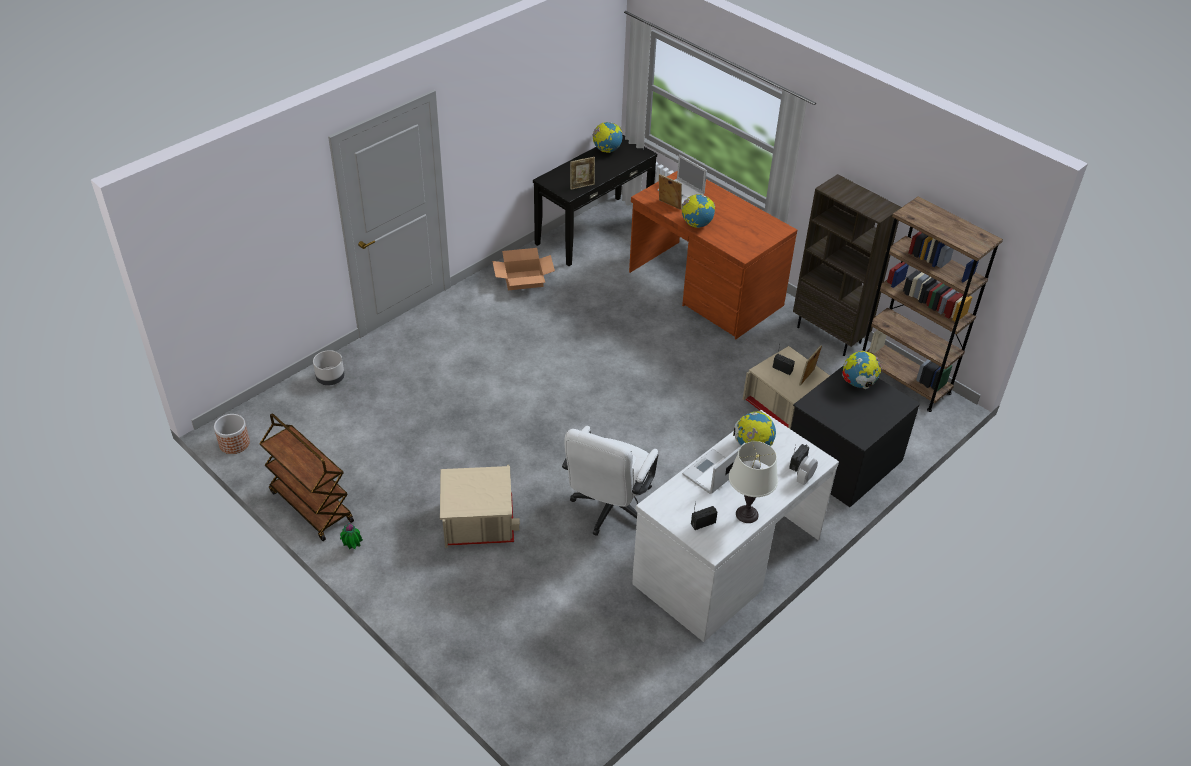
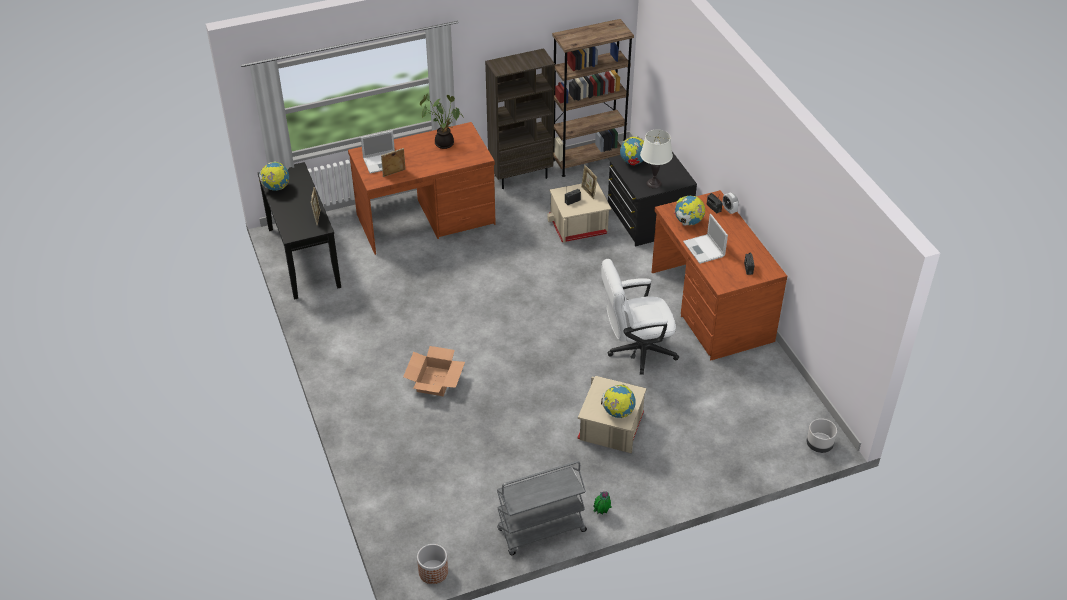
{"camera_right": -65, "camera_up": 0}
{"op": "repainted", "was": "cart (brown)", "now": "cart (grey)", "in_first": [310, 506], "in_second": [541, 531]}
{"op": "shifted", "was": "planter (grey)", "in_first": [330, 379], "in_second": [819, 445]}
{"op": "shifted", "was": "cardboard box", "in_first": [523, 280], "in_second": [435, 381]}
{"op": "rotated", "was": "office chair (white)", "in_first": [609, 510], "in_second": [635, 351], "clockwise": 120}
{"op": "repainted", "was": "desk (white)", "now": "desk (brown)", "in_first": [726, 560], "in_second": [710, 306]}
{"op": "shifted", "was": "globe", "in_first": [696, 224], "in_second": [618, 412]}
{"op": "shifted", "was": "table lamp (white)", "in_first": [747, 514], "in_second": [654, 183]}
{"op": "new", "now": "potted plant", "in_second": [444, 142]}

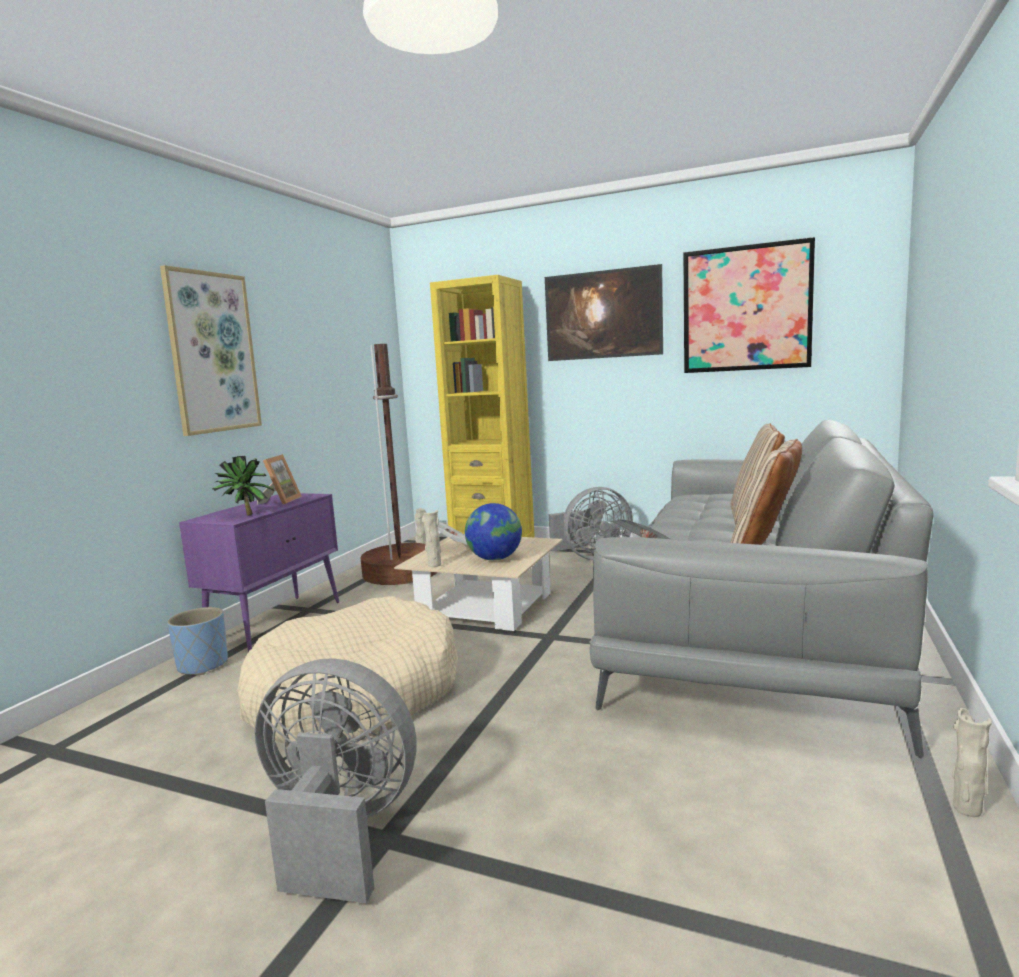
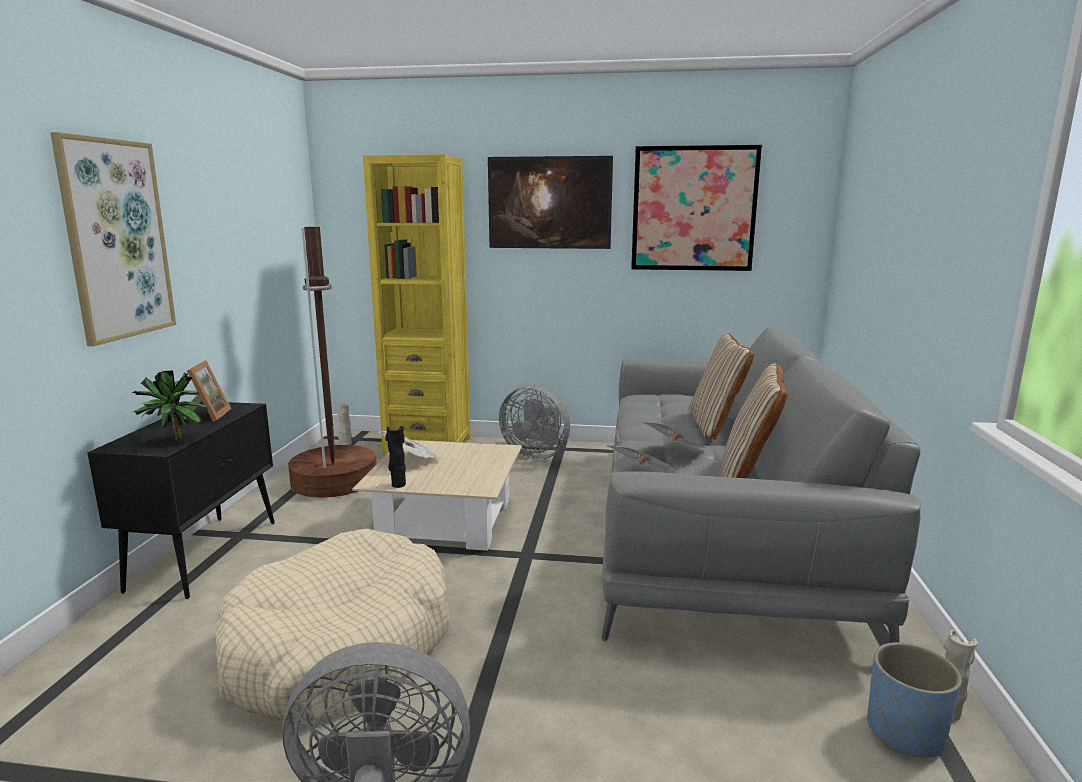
{"camera_right": -15, "camera_up": 5}
{"op": "shifted", "was": "planter (blue)", "in_first": [203, 665], "in_second": [905, 733]}
{"op": "repainted", "was": "cabinet (purple)", "now": "cabinet (black)", "in_first": [277, 622], "in_second": [206, 554]}
{"op": "repainted", "was": "vase (beige)", "now": "vase (black)", "in_first": [434, 565], "in_second": [398, 485]}
{"op": "gone", "was": "globe", "in_first": [495, 559]}
{"op": "rotated", "was": "fan (grey)", "in_first": [592, 557], "in_second": [536, 454], "clockwise": 60}
{"op": "new", "now": "newspaper", "in_second": [676, 452]}

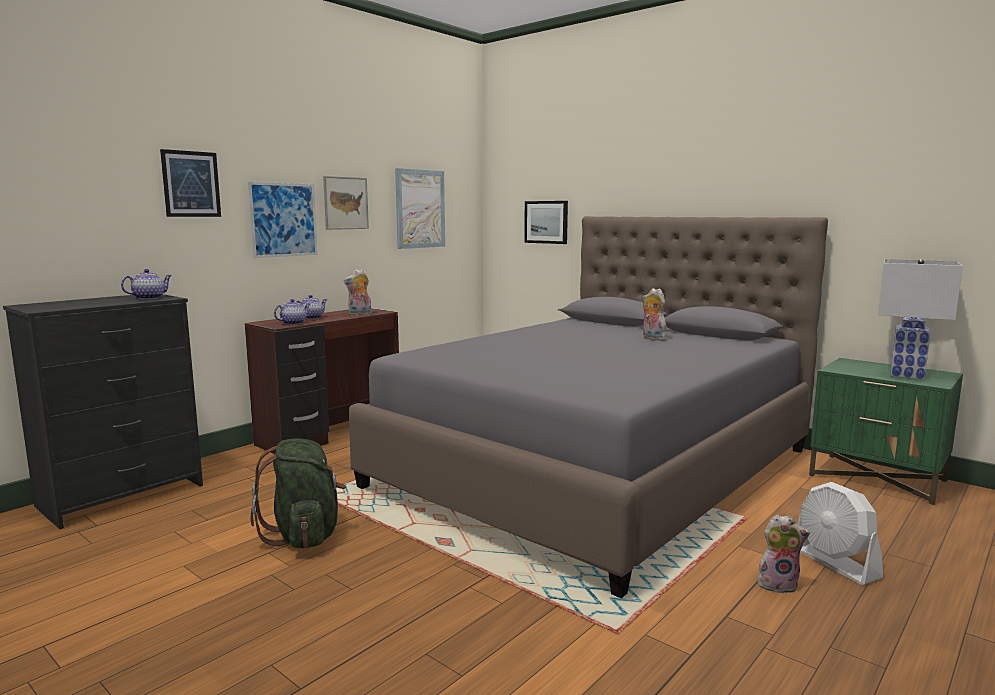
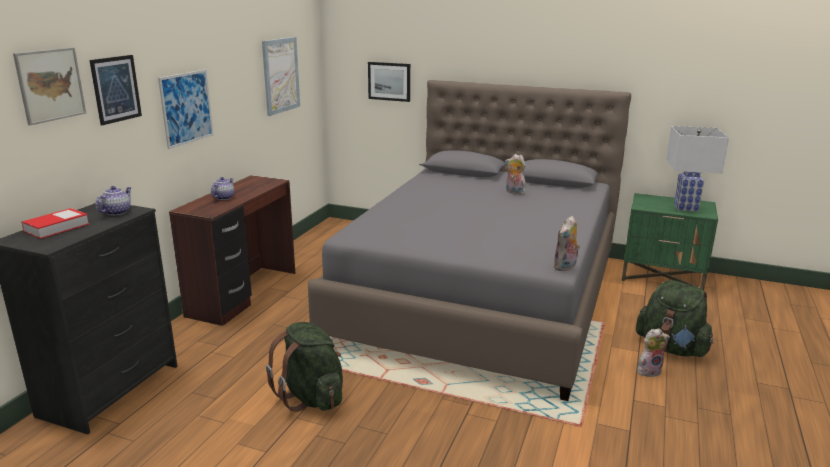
{"camera_right": -20, "camera_up": 10}
{"op": "gone", "was": "teapot", "in_first": [293, 323]}
{"op": "shifted", "was": "picture", "in_first": [345, 203], "in_second": [50, 85]}
{"op": "shifted", "was": "plush toy", "in_first": [360, 314], "in_second": [565, 267]}
{"op": "swapped", "was": "fan (white)", "now": "backpack (green)", "in_first": [835, 563], "in_second": [671, 348]}
{"op": "new", "now": "book", "in_second": [57, 228]}

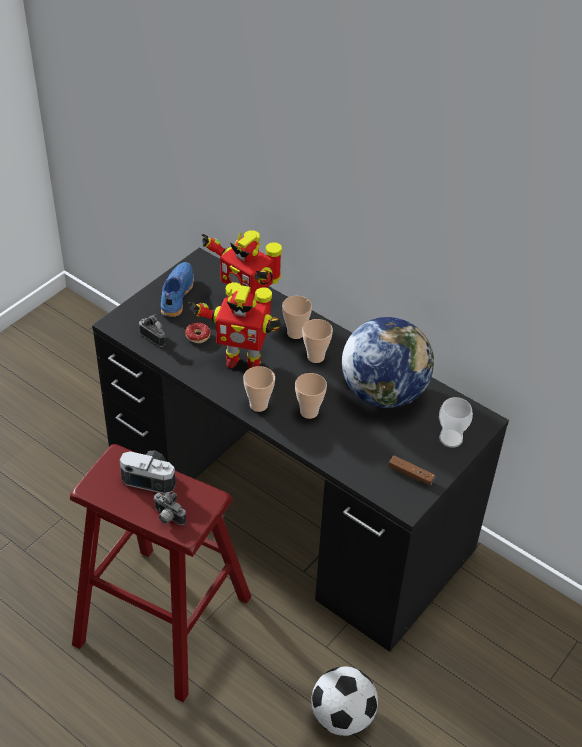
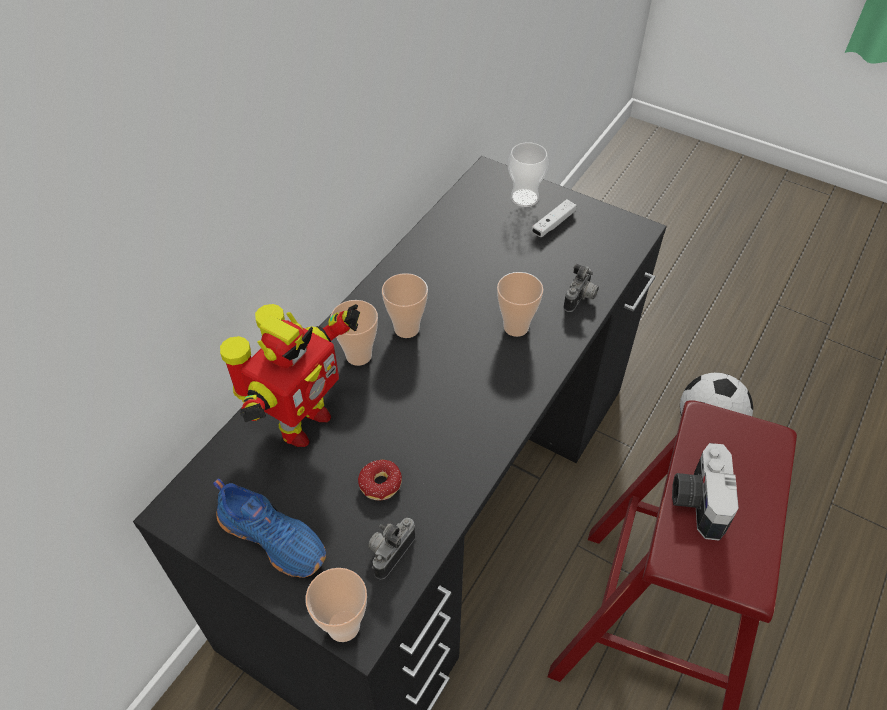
{"camera_right": -95, "camera_up": 5}
{"op": "shifted", "was": "photo camera", "in_first": [168, 517], "in_second": [580, 299]}
{"op": "rotated", "was": "shoe (blue)", "in_first": [175, 295], "in_second": [274, 537], "clockwise": -150}
{"op": "gone", "was": "toy robot", "in_first": [242, 360]}
{"op": "shifted", "was": "cup", "in_first": [258, 405], "in_second": [343, 626]}
{"op": "gone", "was": "globe", "in_first": [383, 392]}
{"op": "gone", "was": "game controller (brown)", "in_first": [411, 474]}
{"op": "new", "now": "game controller (white)", "in_second": [553, 224]}

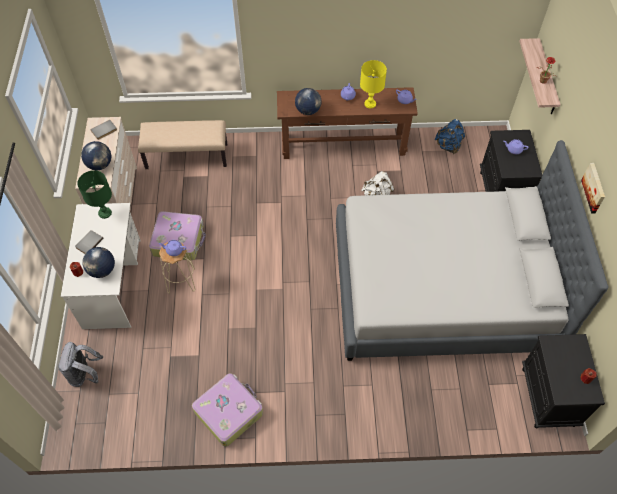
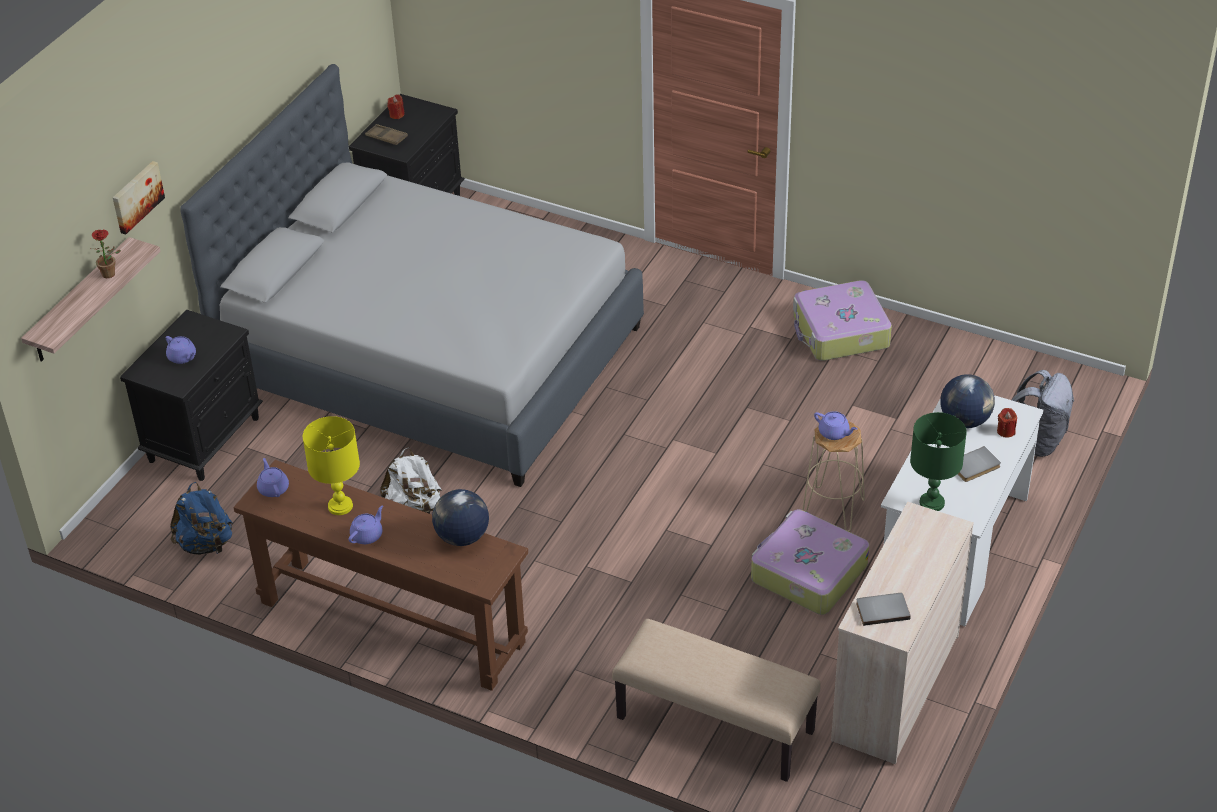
{"camera_right": -150, "camera_up": -15}
{"op": "gone", "was": "globe", "in_first": [100, 165]}
{"op": "shifted", "was": "picture", "in_first": [594, 188], "in_second": [136, 196]}
{"op": "new", "now": "tray (brown)", "in_second": [386, 137]}

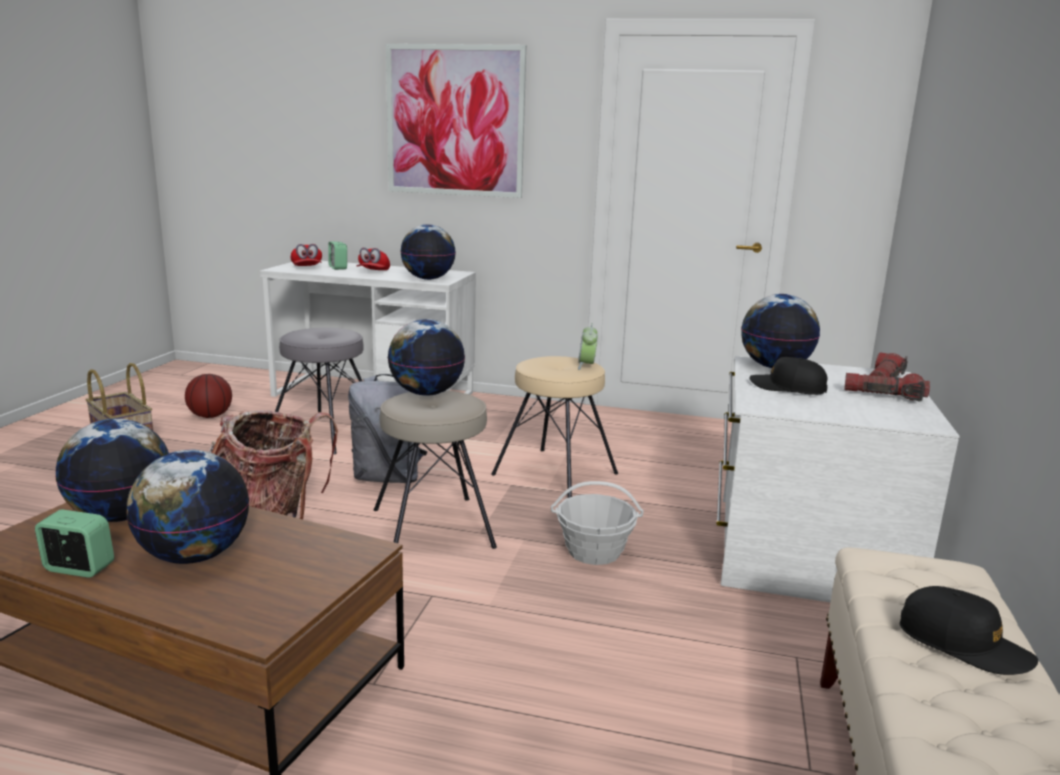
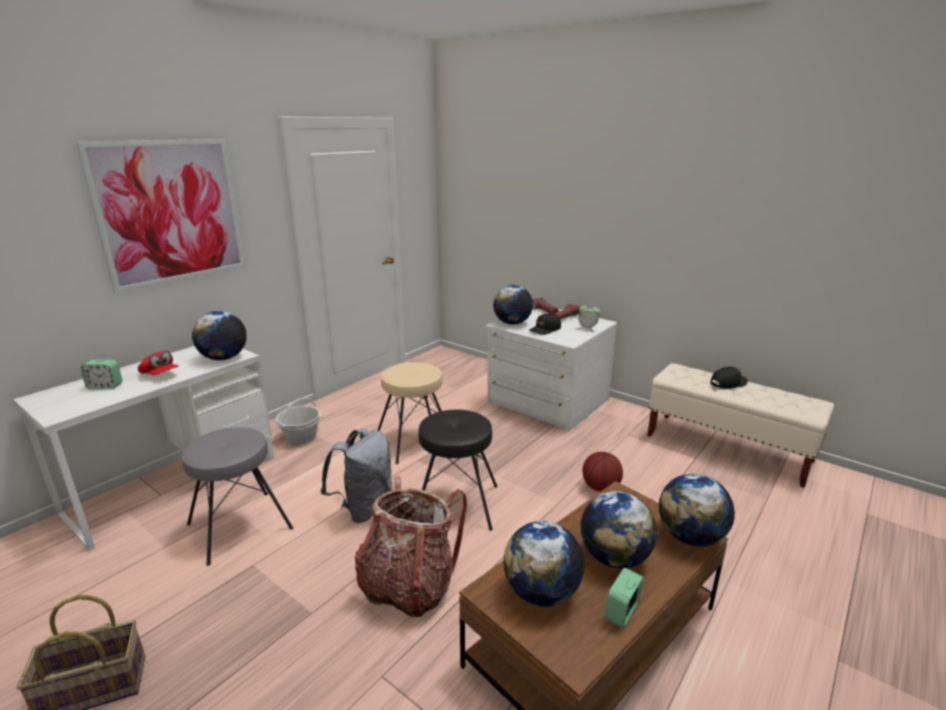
{"camera_right": -65, "camera_up": 5}
{"op": "shifted", "was": "basketball", "in_first": [210, 416], "in_second": [600, 488]}
{"op": "gone", "was": "cap (red)", "in_first": [307, 268]}
{"op": "repainted", "was": "stool (beige)", "now": "stool (black)", "in_first": [434, 527], "in_second": [456, 503]}
{"op": "shifted", "was": "globe", "in_first": [426, 393], "in_second": [690, 537]}
{"op": "shifted", "was": "basket", "in_first": [594, 551], "in_second": [301, 436]}
{"op": "shifted", "was": "alarm clock", "in_first": [587, 366], "in_second": [587, 329]}

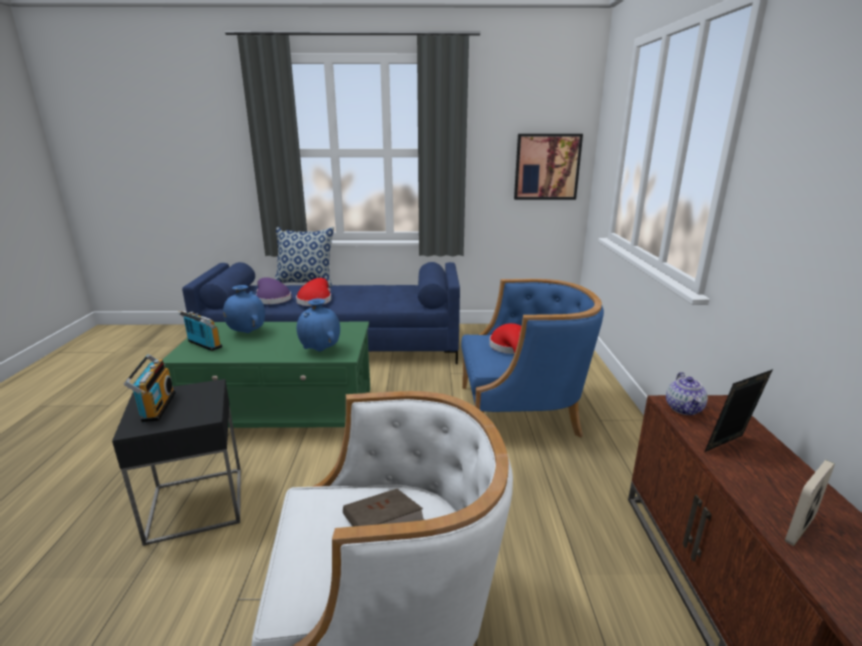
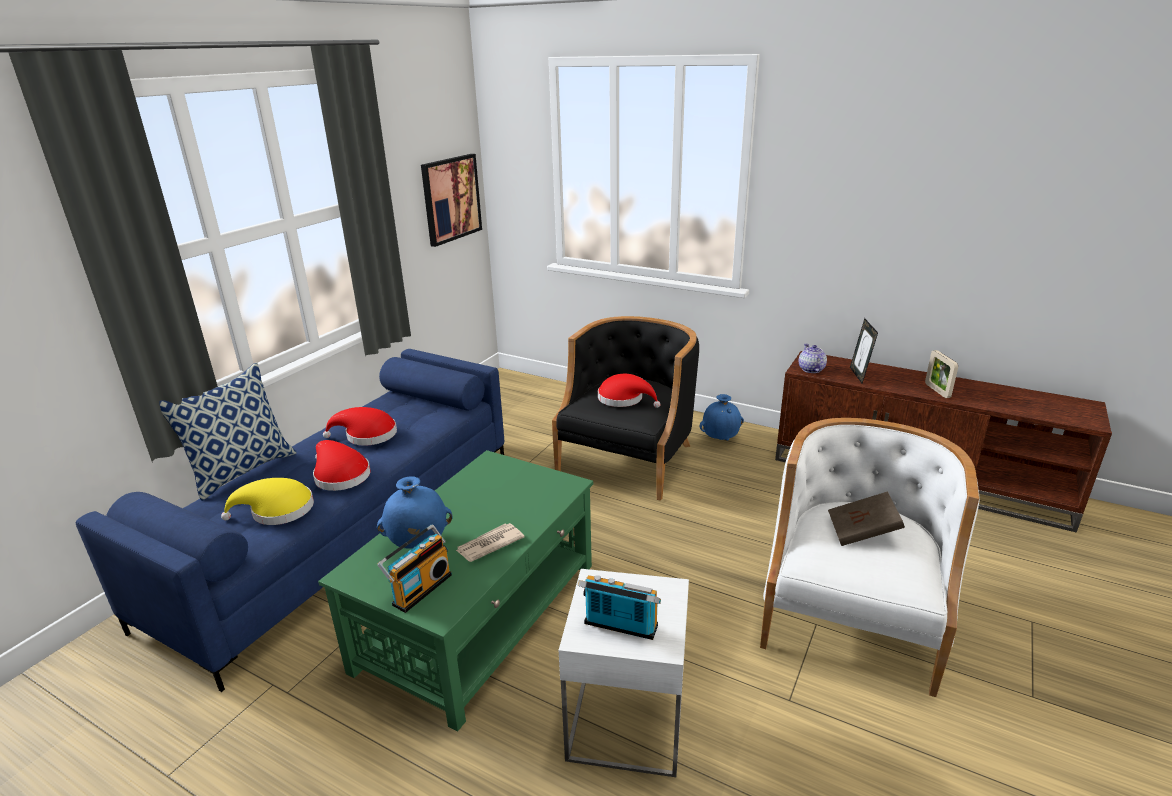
{"camera_right": -60, "camera_up": 5}
{"op": "repainted", "was": "side table (black)", "now": "side table (white)", "in_first": [196, 504], "in_second": [626, 721]}
{"op": "rotated", "was": "radio", "in_first": [203, 345], "in_second": [420, 588], "clockwise": 150}
{"op": "repainted", "was": "hat (purple)", "now": "hat (yellow)", "in_first": [272, 299], "in_second": [277, 511]}
{"op": "shifted", "was": "vase (blue)", "in_first": [320, 350], "in_second": [720, 439]}
{"op": "repainted", "was": "armchair (blue)", "now": "armchair (black)", "in_first": [521, 412], "in_second": [630, 458]}
{"op": "rotated", "was": "teapot", "in_first": [684, 409], "in_second": [810, 369], "clockwise": -135}
{"op": "new", "now": "hat (red)", "in_second": [367, 435]}
{"op": "new", "now": "newspaper", "in_second": [489, 544]}

